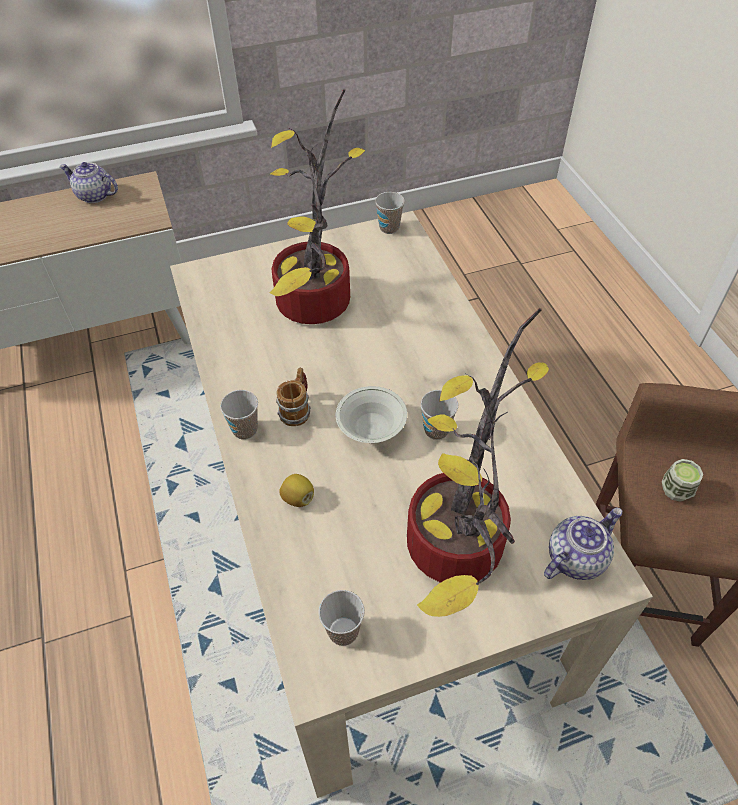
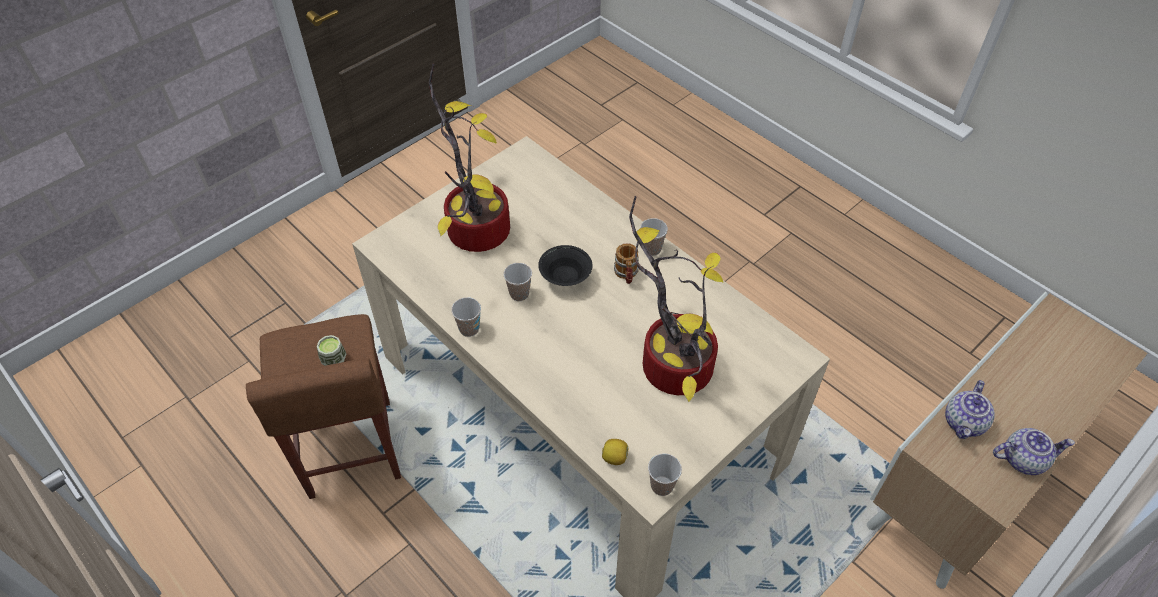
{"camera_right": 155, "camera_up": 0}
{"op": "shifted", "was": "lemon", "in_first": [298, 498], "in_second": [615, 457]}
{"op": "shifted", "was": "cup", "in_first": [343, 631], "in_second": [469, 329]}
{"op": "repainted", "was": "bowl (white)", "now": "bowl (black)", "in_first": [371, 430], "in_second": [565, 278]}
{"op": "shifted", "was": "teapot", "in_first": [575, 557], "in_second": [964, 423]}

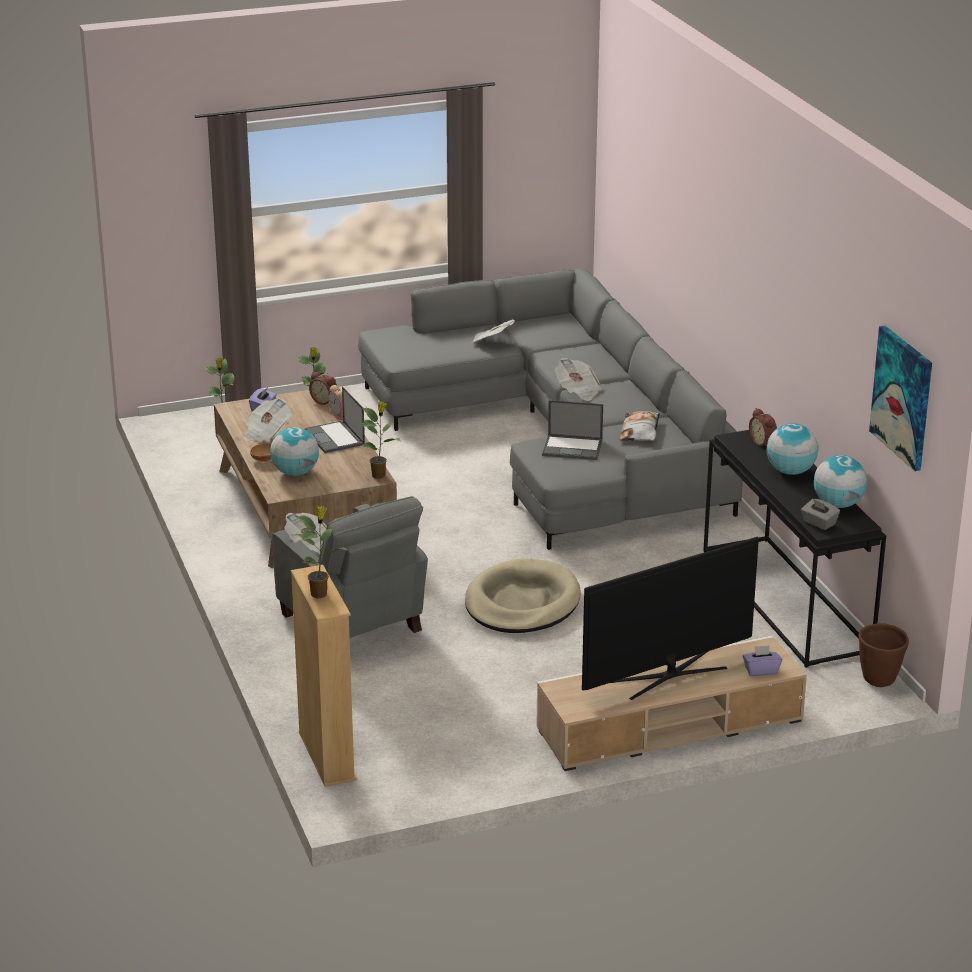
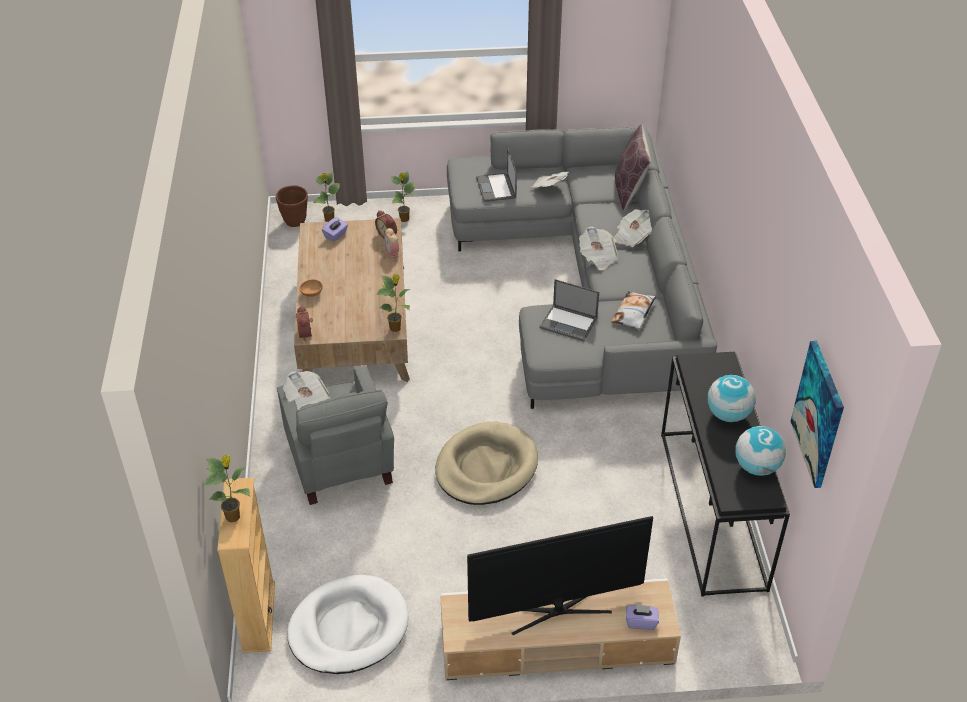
{"camera_right": 15, "camera_up": 15}
{"op": "shifted", "was": "newspaper", "in_first": [266, 433], "in_second": [632, 237]}
{"op": "gone", "was": "globe", "in_first": [295, 473]}
{"op": "shifted", "was": "laptop", "in_first": [335, 438], "in_second": [496, 188]}
{"op": "shifted", "was": "alarm clock", "in_first": [763, 443], "in_second": [306, 333]}
{"op": "gone", "was": "tissue box (grey)", "in_first": [818, 523]}
{"op": "shifted", "was": "planter (brown)", "in_first": [879, 680], "in_second": [295, 222]}
{"op": "new", "now": "dog bed (white)", "in_second": [348, 628]}
{"op": "new", "now": "pillow (brown)", "in_second": [629, 191]}

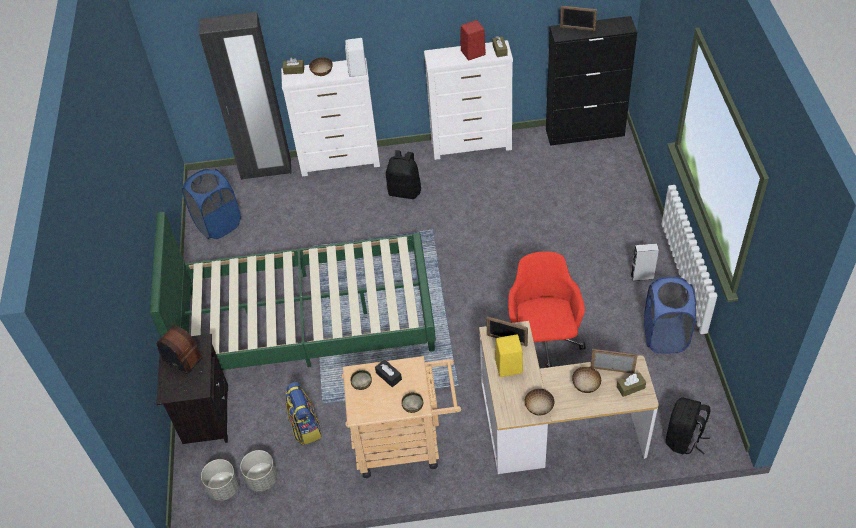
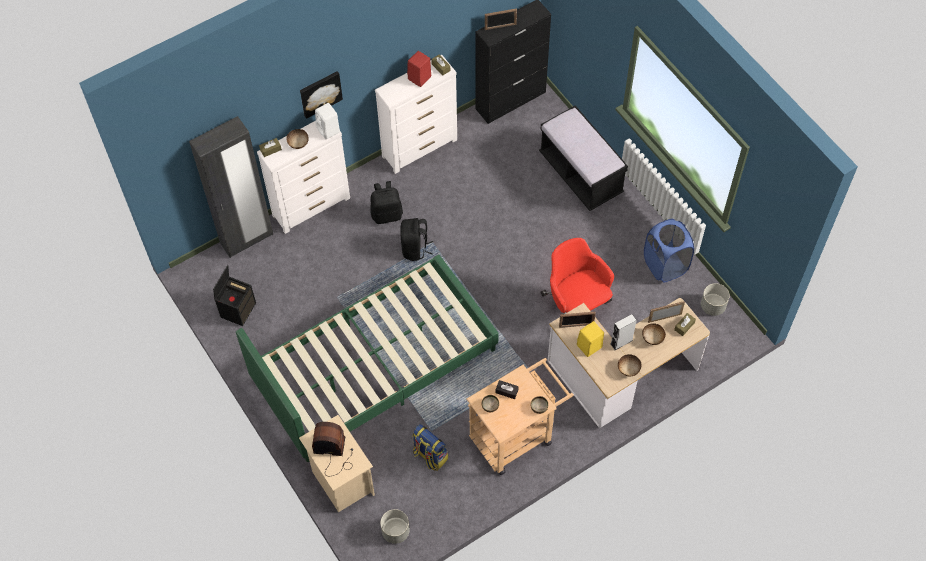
{"camera_right": -30, "camera_up": 10}
{"op": "repainted", "was": "nightstand (black)", "now": "nightstand (beige)", "in_first": [205, 415], "in_second": [341, 481]}
{"op": "swapped", "was": "laundry basket (blue)", "now": "storage box (black)", "in_first": [218, 224], "in_second": [238, 309]}
{"op": "shifted", "was": "planter (grey)", "in_first": [262, 479], "in_second": [713, 306]}
{"op": "shifted", "was": "speaker (grey)", "in_first": [642, 276], "in_second": [621, 342]}
{"op": "shifted", "was": "backpack (black)", "in_first": [684, 439], "in_second": [415, 249]}
{"op": "new", "now": "picture", "in_second": [320, 93]}
{"op": "new", "now": "bench (black)", "in_second": [580, 174]}

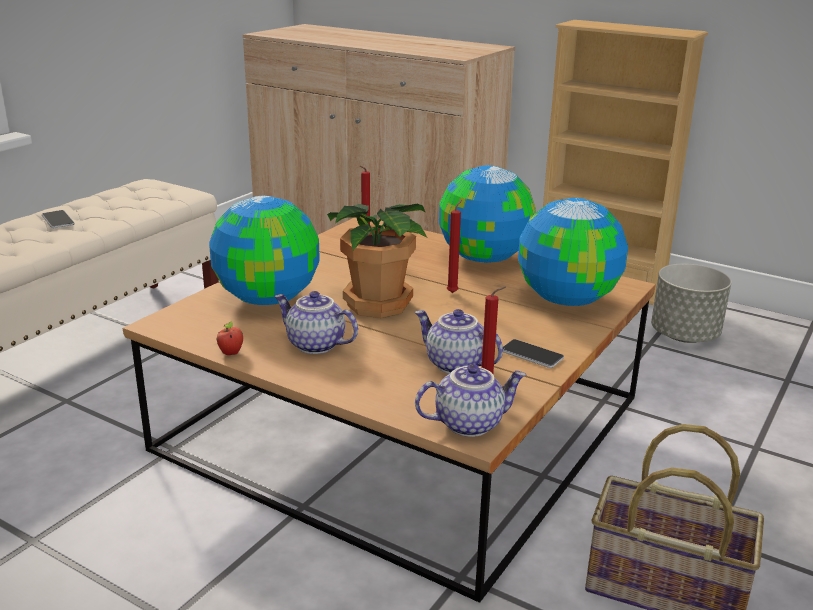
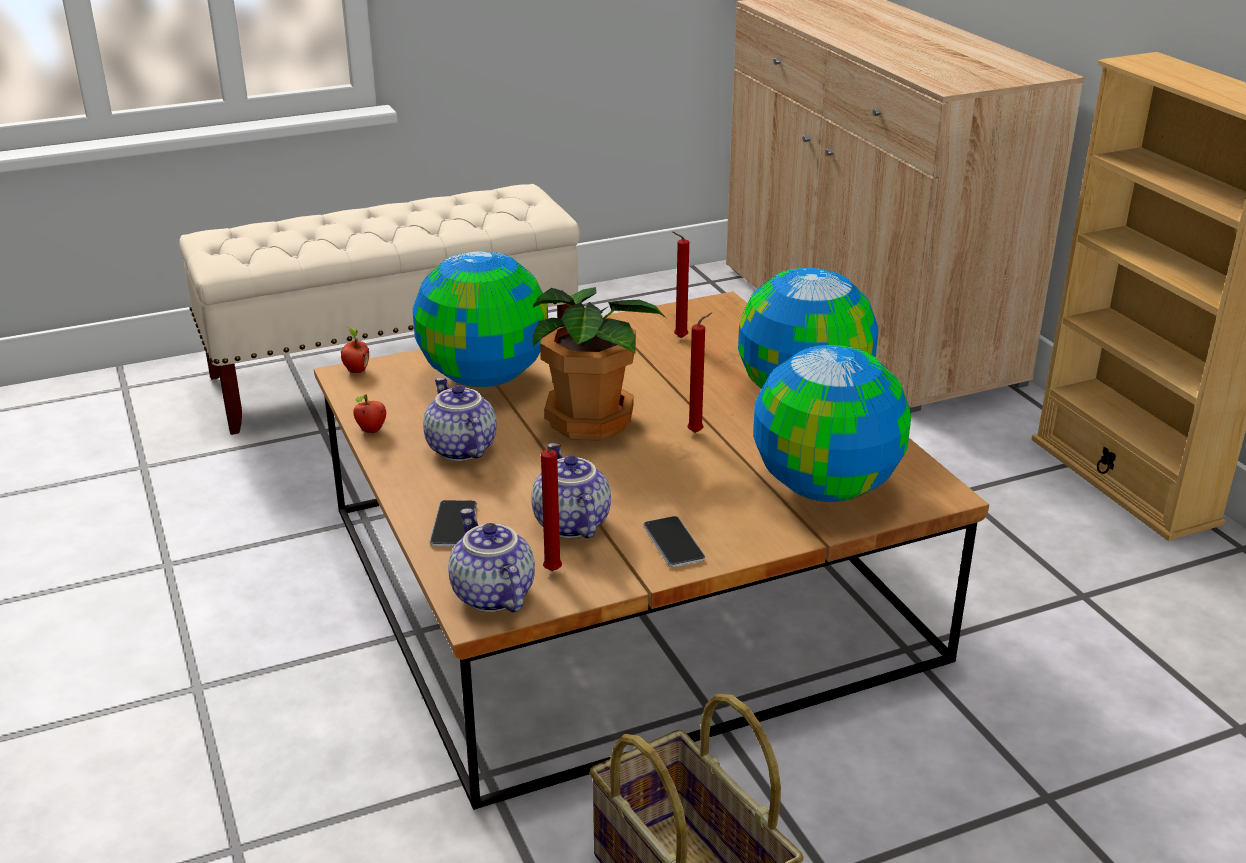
{"camera_right": 35, "camera_up": 5}
{"op": "shifted", "was": "phone", "in_first": [58, 220], "in_second": [454, 525]}
{"op": "rotated", "was": "teapot", "in_first": [469, 423], "in_second": [490, 595], "clockwise": -135}
{"op": "gone", "was": "planter (grey)", "in_first": [684, 335]}
{"op": "new", "now": "apple", "in_second": [356, 370]}

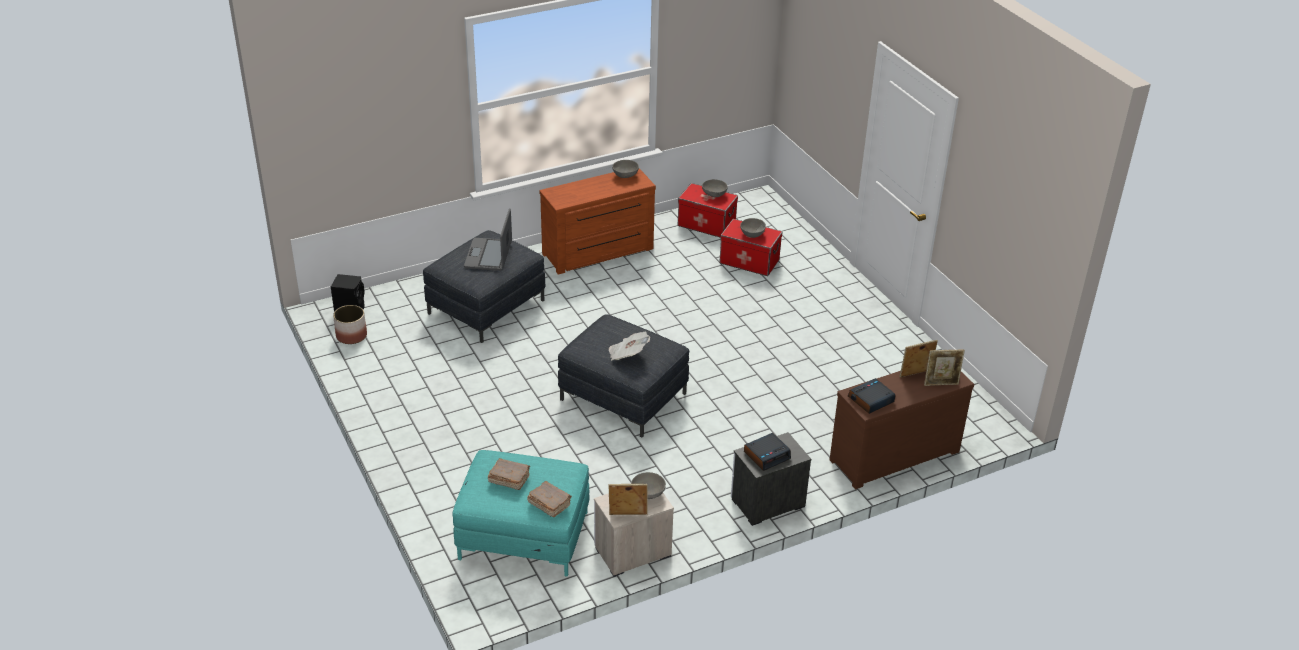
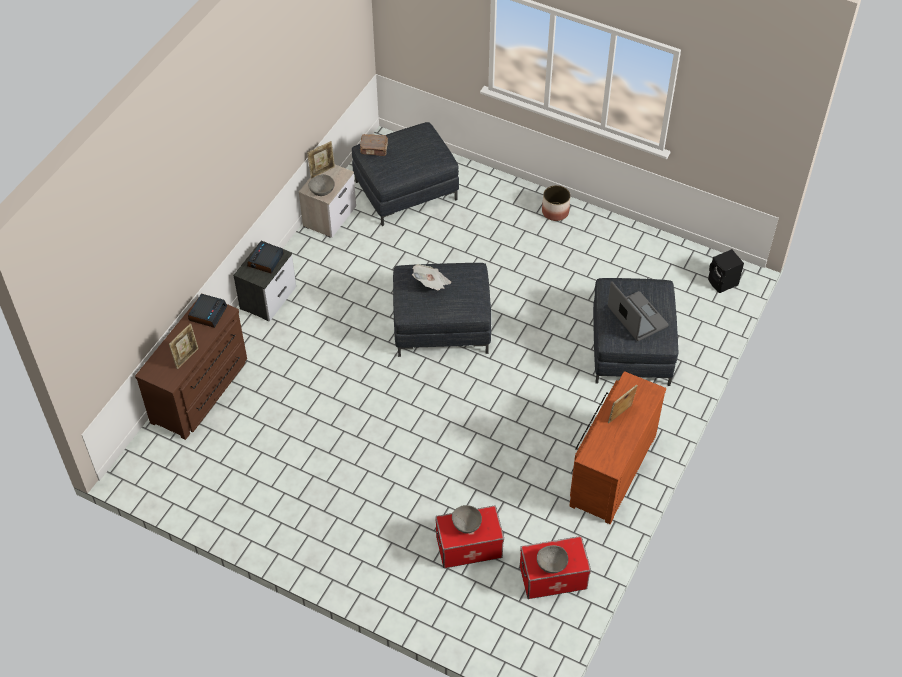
{"camera_right": 145, "camera_up": 15}
{"op": "shifted", "was": "planter", "in_first": [351, 336], "in_second": [555, 212]}
{"op": "repainted", "was": "ottoman (turquoise)", "now": "ottoman (grey)", "in_first": [523, 535], "in_second": [406, 190]}
{"op": "gone", "was": "book (brown)", "in_first": [508, 479]}
{"op": "gone", "was": "bowl (grey)", "in_first": [625, 175]}
{"op": "shifted", "was": "picture frame", "in_first": [941, 383], "in_second": [620, 415]}

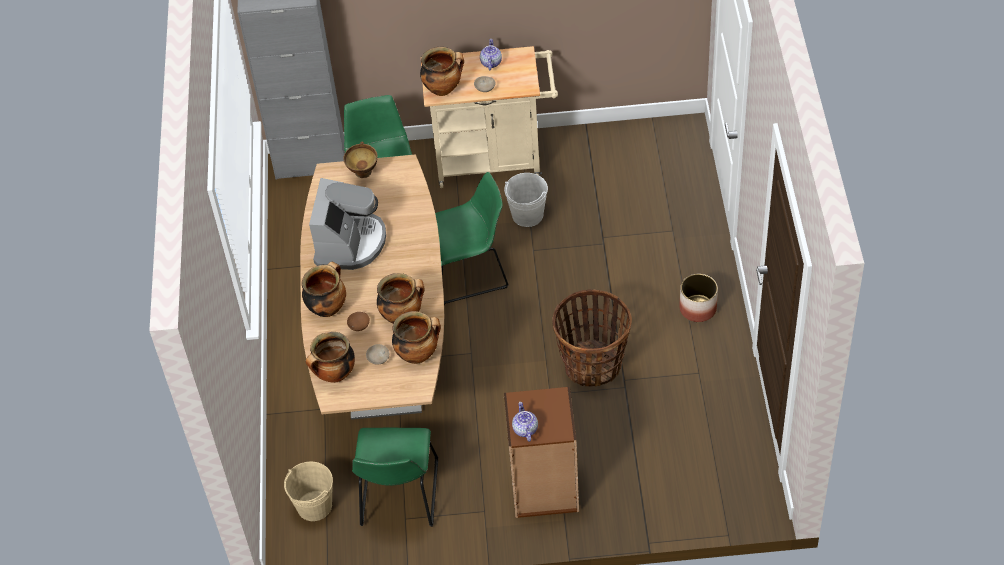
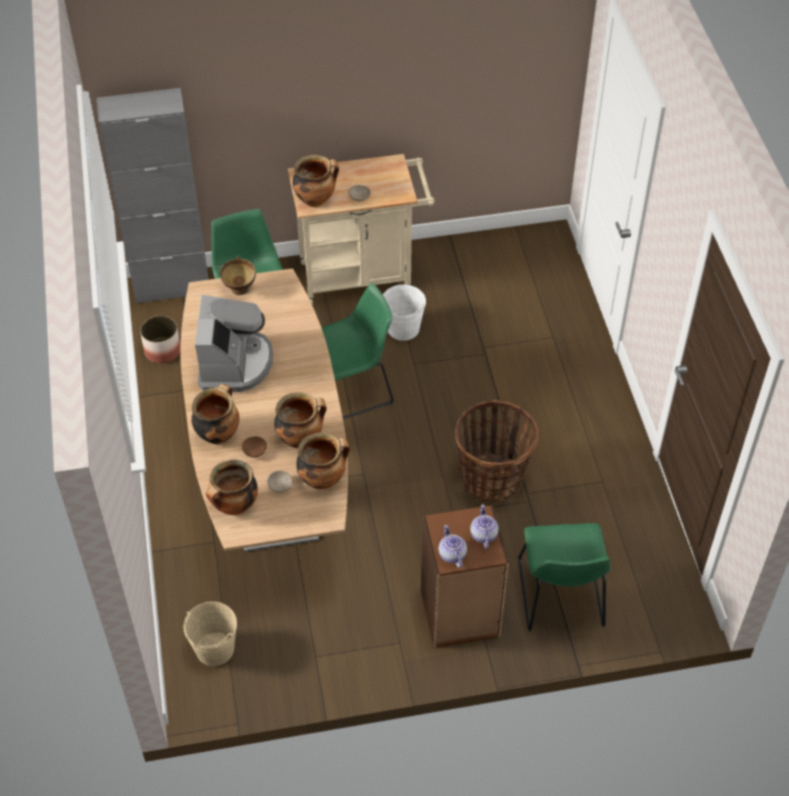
{"camera_right": -10, "camera_up": 0}
{"op": "shifted", "was": "chair (green)", "in_first": [399, 496], "in_second": [561, 597]}
{"op": "shifted", "was": "teapot", "in_first": [490, 62], "in_second": [483, 534]}
{"op": "shifted", "was": "planter", "in_first": [698, 309], "in_second": [163, 351]}

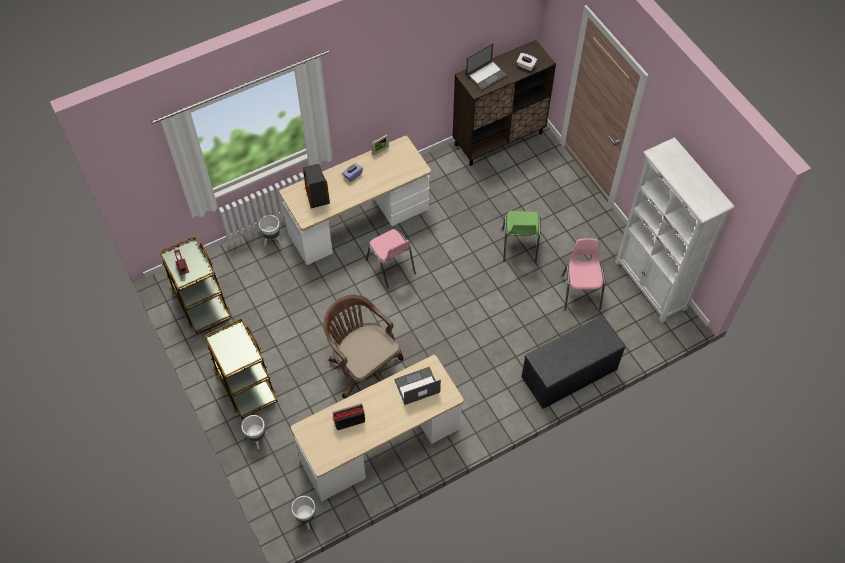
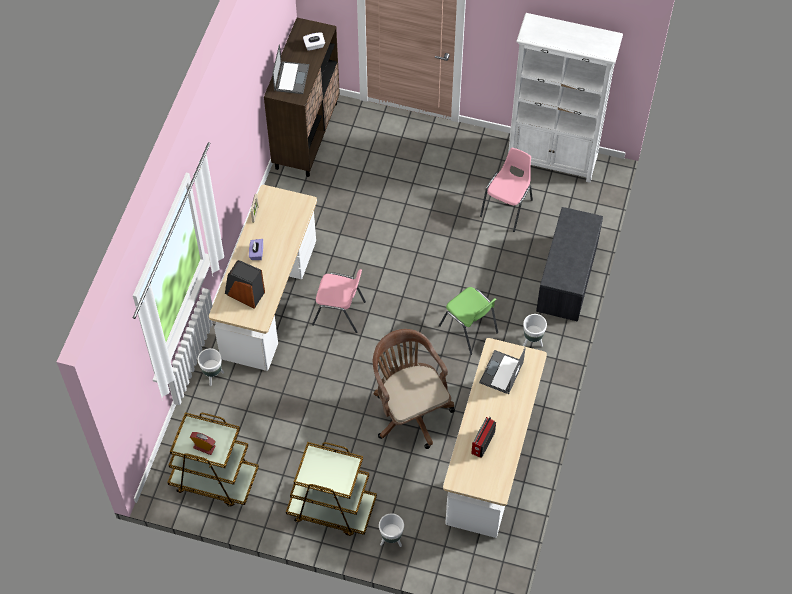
{"camera_right": -45, "camera_up": 0}
{"op": "shifted", "was": "planter (white)", "in_first": [306, 519], "in_second": [532, 341]}
{"op": "rotated", "was": "office chair (brown)", "in_first": [363, 366], "in_second": [409, 409], "clockwise": 60}
{"op": "shifted", "was": "chair (green)", "in_first": [519, 246], "in_second": [469, 329]}
{"op": "rotated", "was": "chair (pink)", "in_first": [580, 291], "in_second": [507, 208], "clockwise": 75}

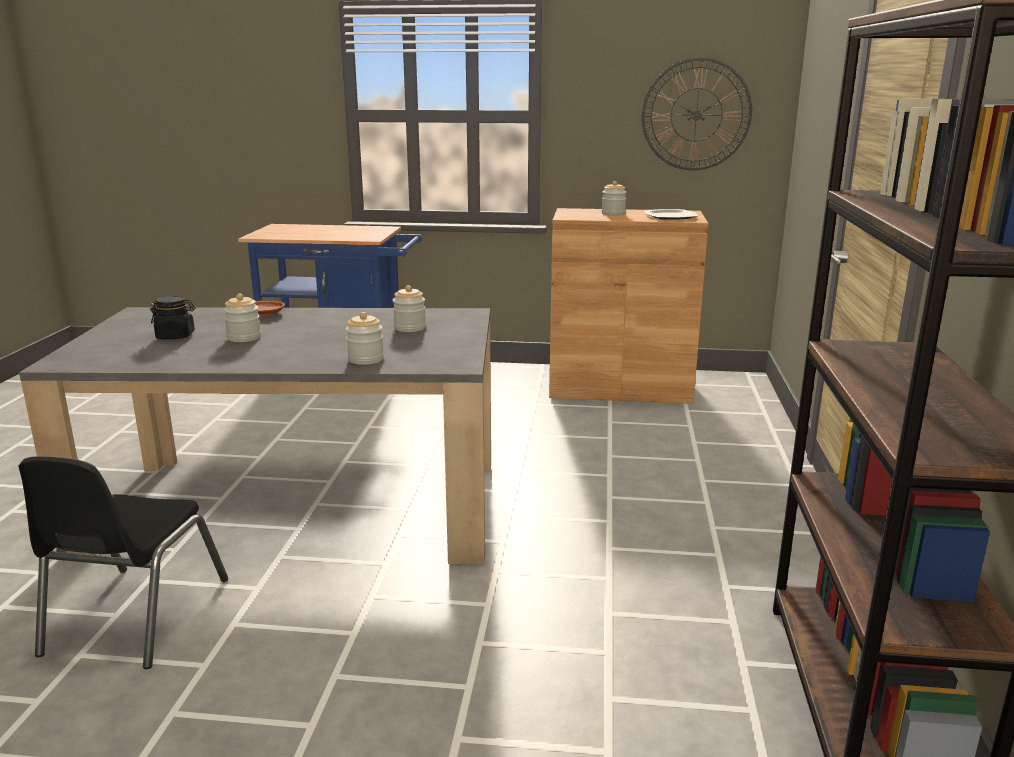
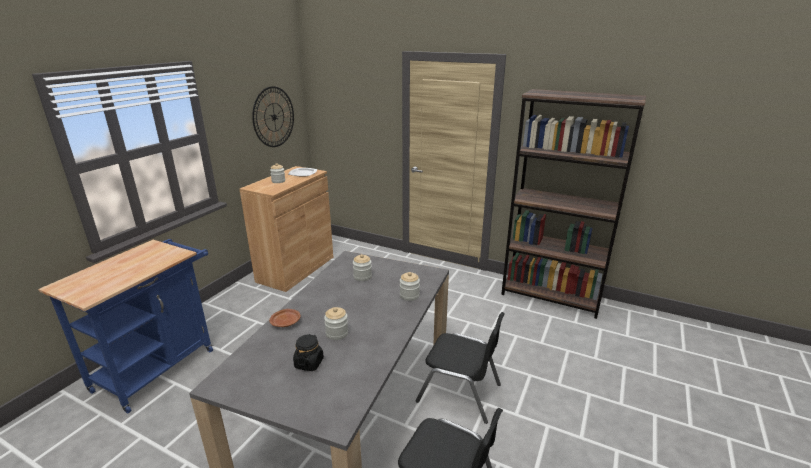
{"camera_right": -70, "camera_up": 5}
{"op": "new", "now": "chair (black)", "in_second": [459, 393]}

